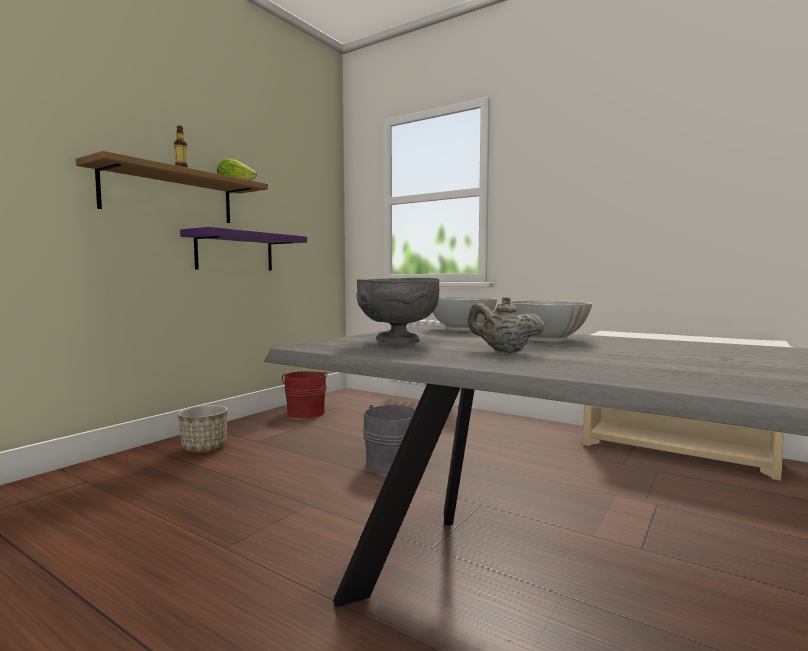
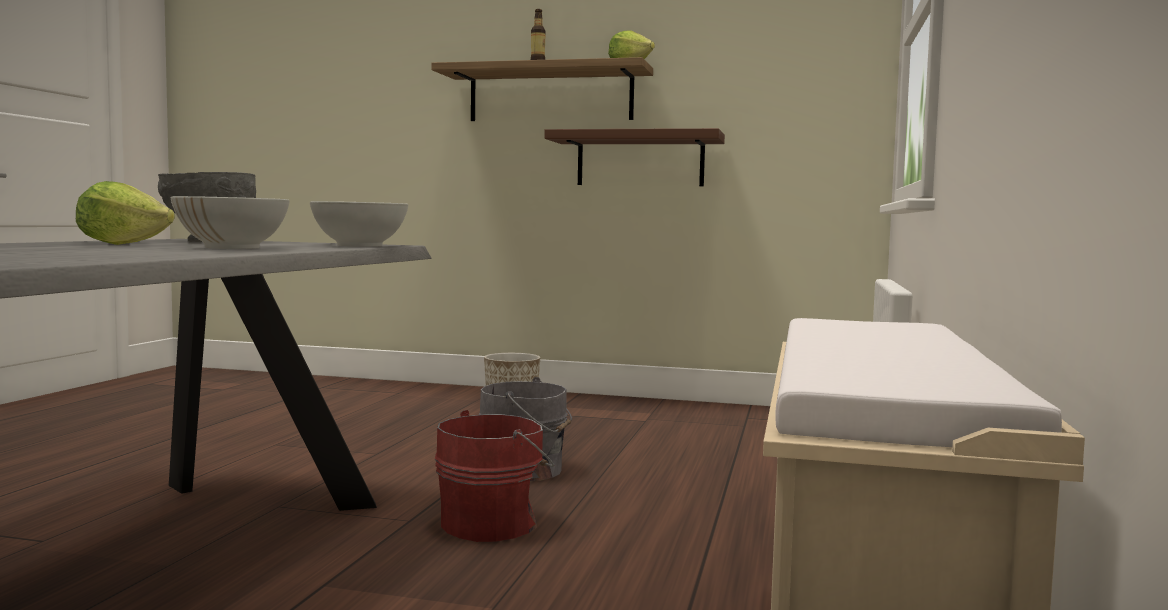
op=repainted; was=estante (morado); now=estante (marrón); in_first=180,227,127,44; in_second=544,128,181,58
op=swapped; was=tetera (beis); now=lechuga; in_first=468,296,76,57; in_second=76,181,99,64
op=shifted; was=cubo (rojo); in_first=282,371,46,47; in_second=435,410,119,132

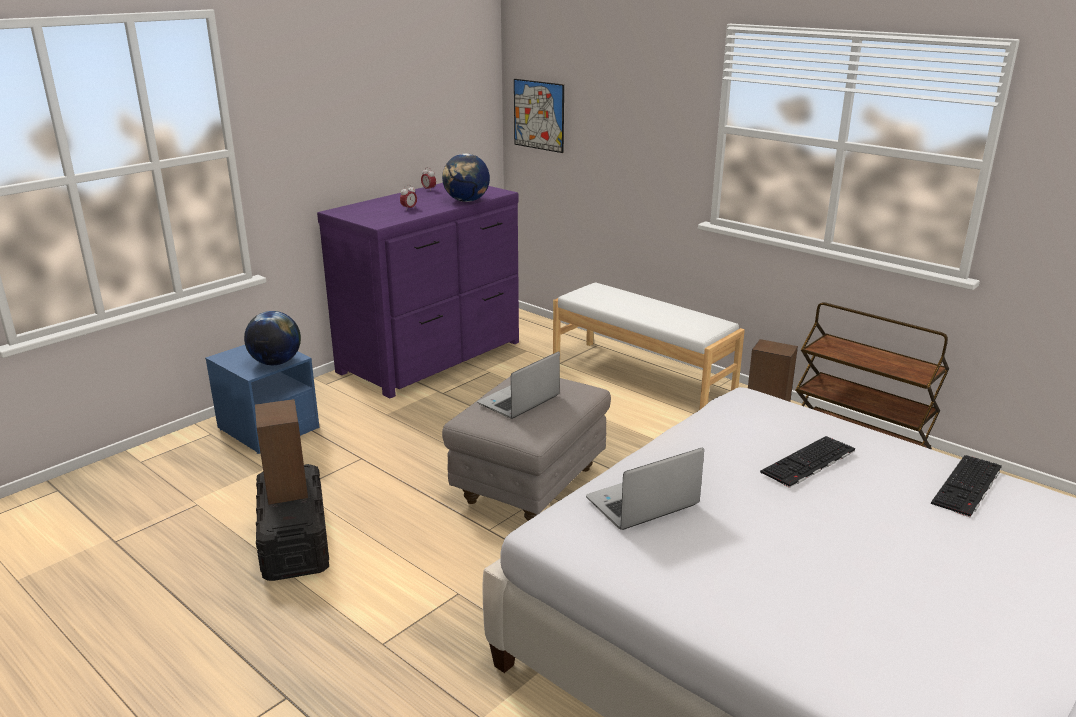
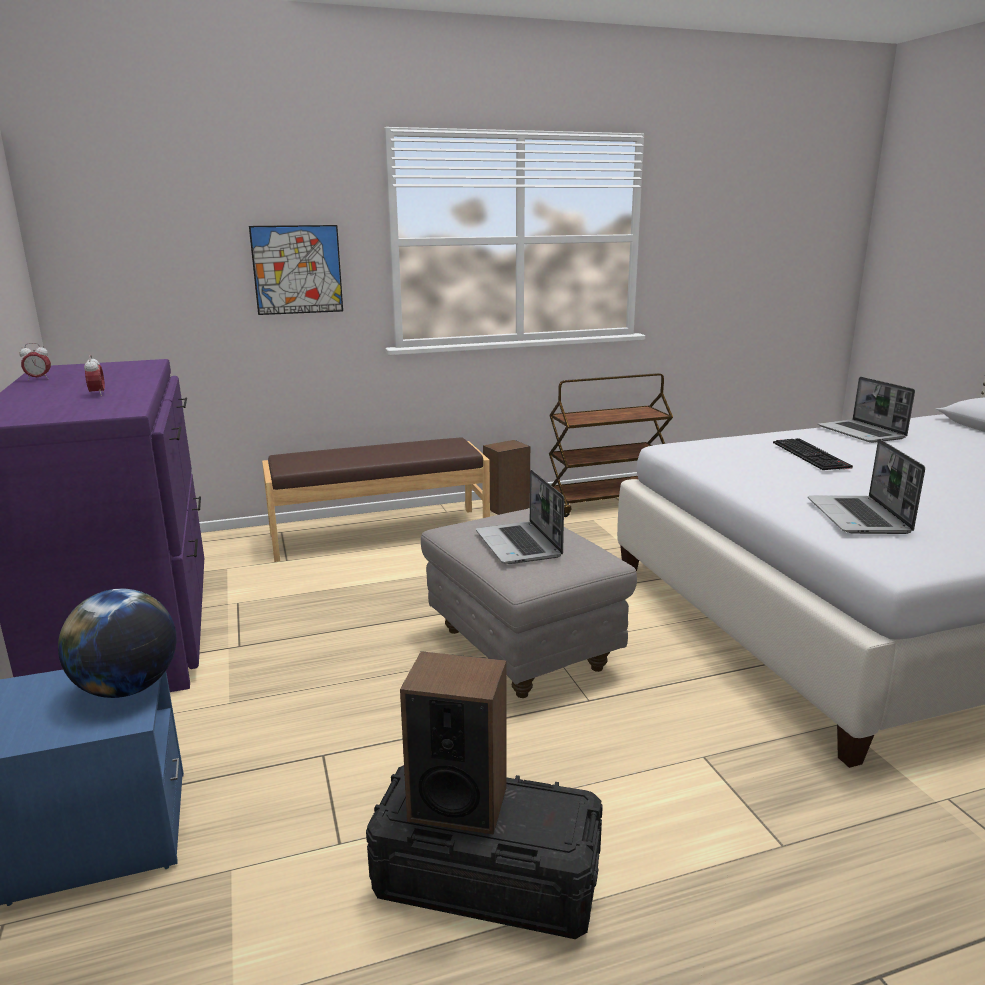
op=shifted; was=cuadro; in_first=514,79,50,74; in_second=249,225,94,90
op=gone; was=globo terráqueo; in_first=442,153,48,49
op=repainted; was=banco (blanco); now=banco (marrón); in_first=553,282,192,128; in_second=262,437,228,125
op=swapped; was=teclado; now=portátil; in_first=931,455,71,62; in_second=818,377,97,66

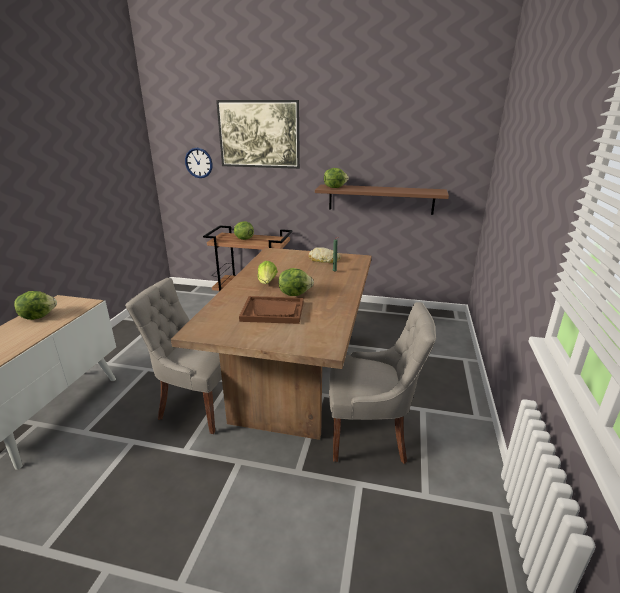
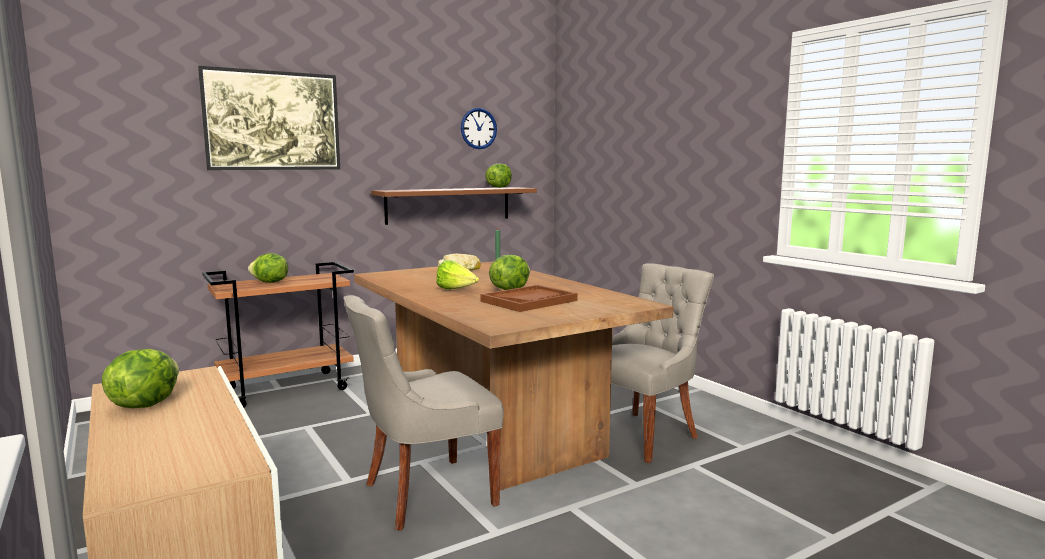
op=shifted; was=reloj de pared; in_first=185,148,28,30; in_second=461,108,36,41
op=shifted; was=lechuga; in_first=324,168,25,20; in_second=485,163,27,25

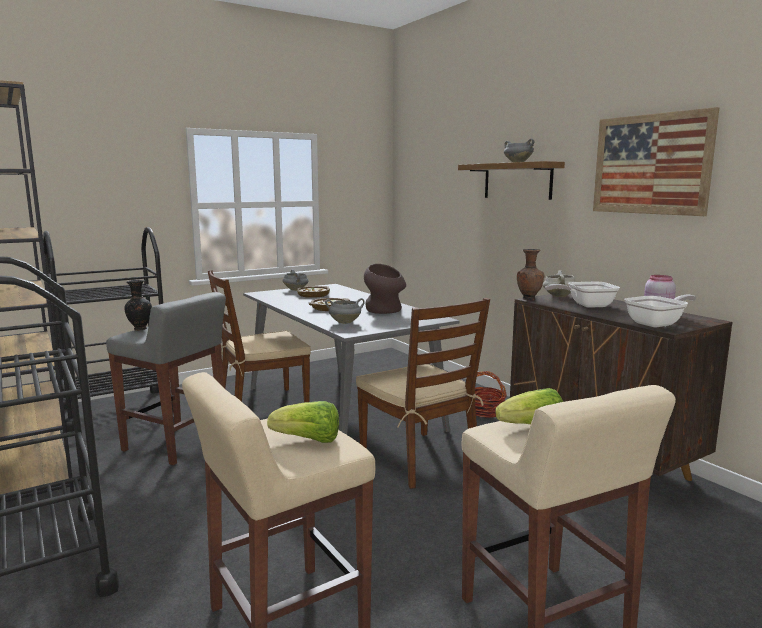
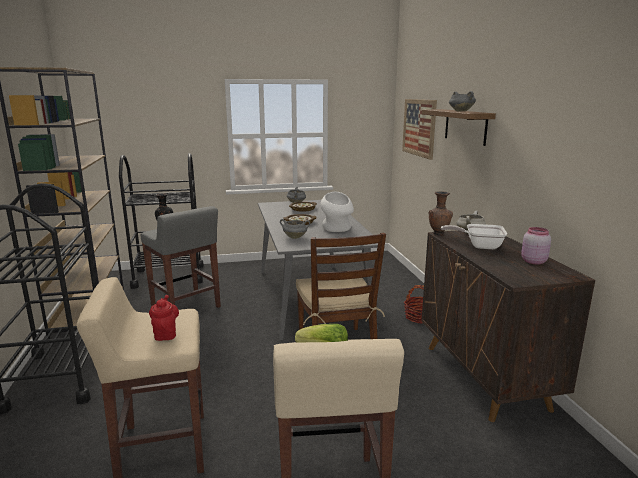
op=shifted; was=cuadro; in_first=593,107,126,109; in_second=402,99,35,61
op=repainted; was=florero (marrón); now=florero (blanco); in_first=364,264,42,50; in_second=320,192,34,40
op=gone; was=silla (marrón); in_first=208,270,103,132
op=gone; was=sartén; in_first=624,294,73,33
op=swapped; was=lechuga; now=tetera (rojo); in_first=267,401,72,42; in_second=149,295,30,46

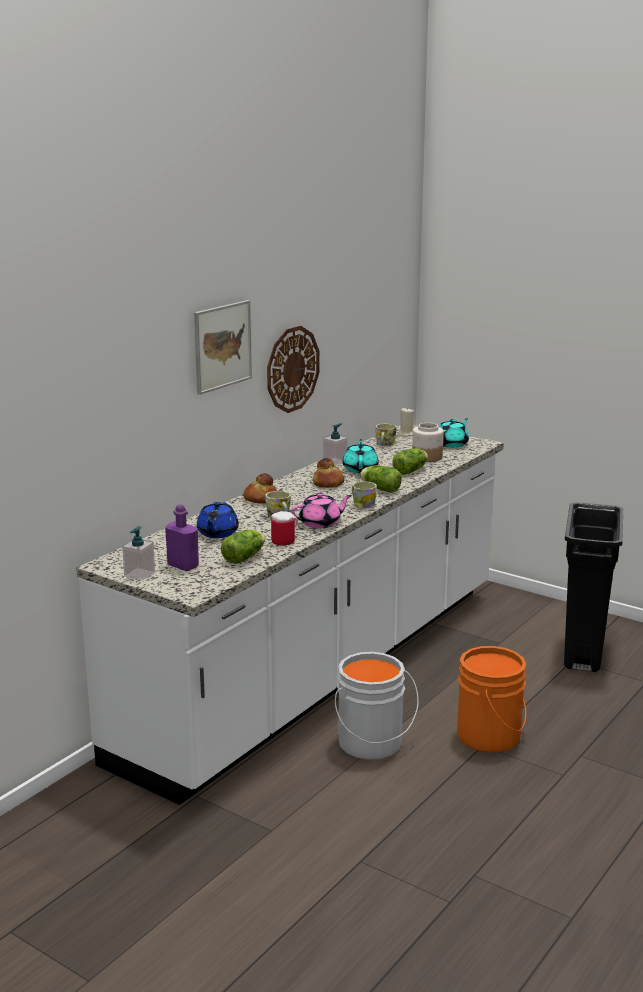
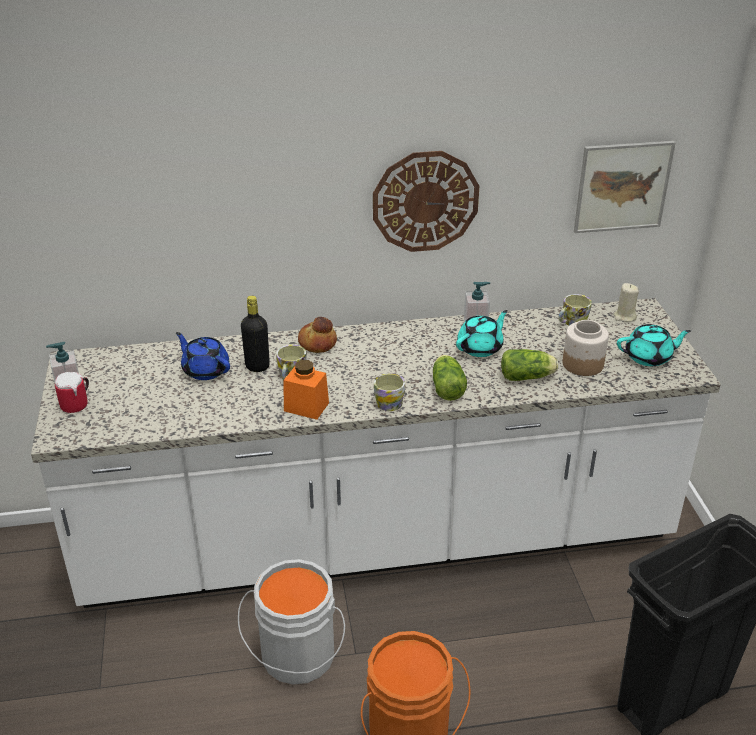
op=shifted; was=cuadro; in_first=194,300,58,95; in_second=574,141,102,92
op=gone; was=pan; in_first=313,458,32,30
op=swapped; was=tetera (rosa); now=tarro (naranja); in_first=291,493,61,35; in_second=283,360,46,60
op=rotated; was=tetera (azul); in_first=197,502,42,36; in_second=176,332,54,48; clockwise=75
op=gone; was=botella (morado); in_first=165,504,34,67
op=shifted; was=taza grande; in_first=271,511,27,35; in_second=55,372,34,41
op=gone; was=lechuga; in_first=221,530,44,34
op=new; now=botella (negro); in_second=241,296,29,76

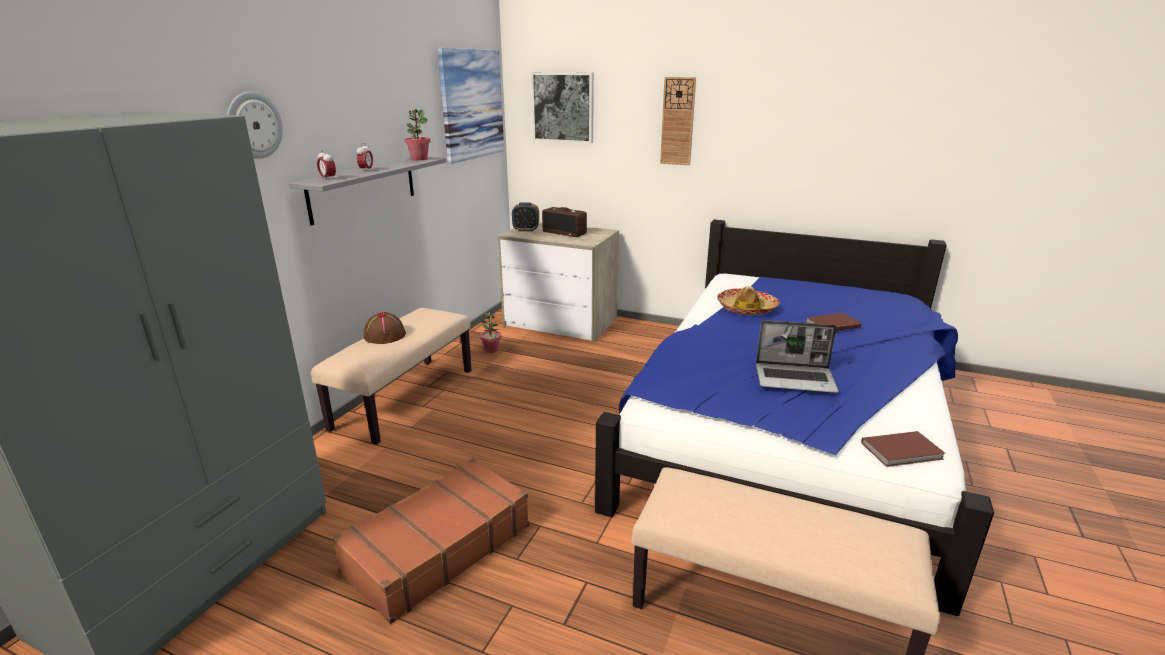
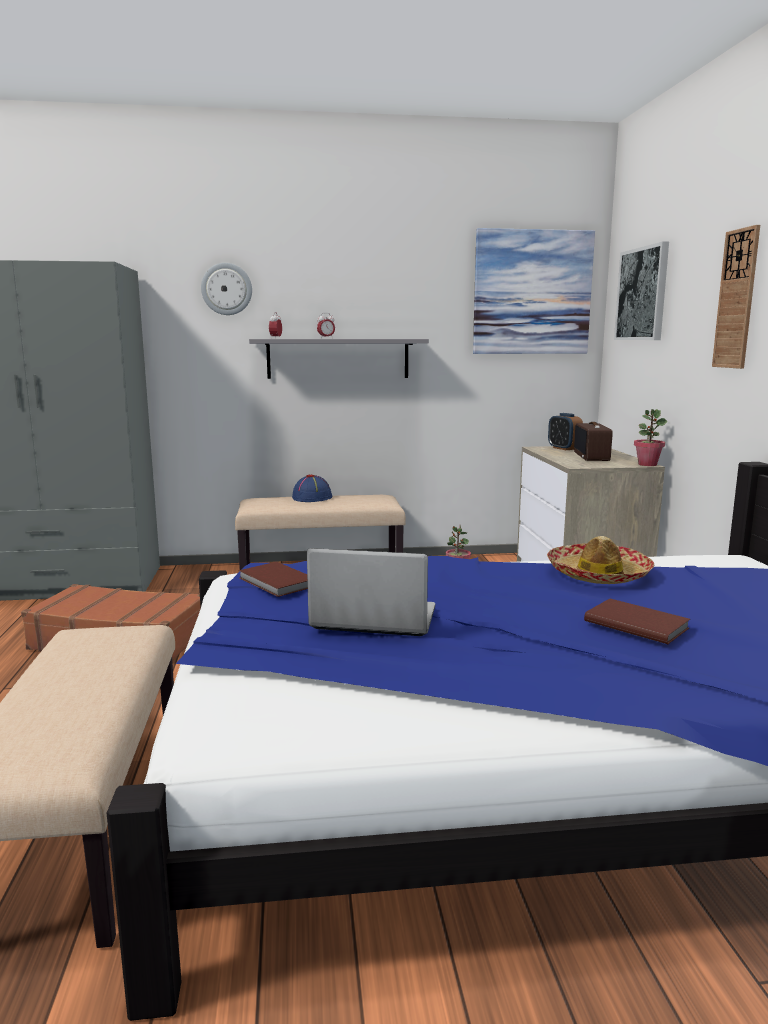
op=shifted; was=planta en maceta; in_first=405,109,26,51; in_second=634,409,34,57
op=repainted; was=sombrero (marrón); now=sombrero (azul); in_first=364,312,42,32; in_second=292,474,41,28
op=rotated; was=portátil; in_first=756,320,83,73; in_second=307,548,128,88; clockwise=120
op=shifted; was=libro (marrón); in_first=861,431,85,36; in_second=239,562,69,35

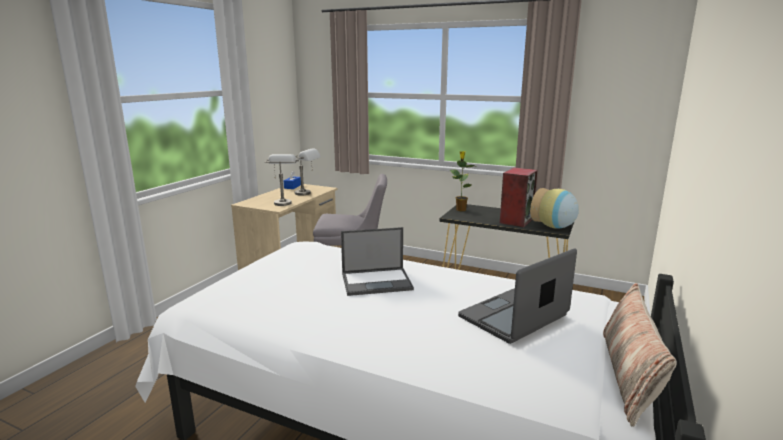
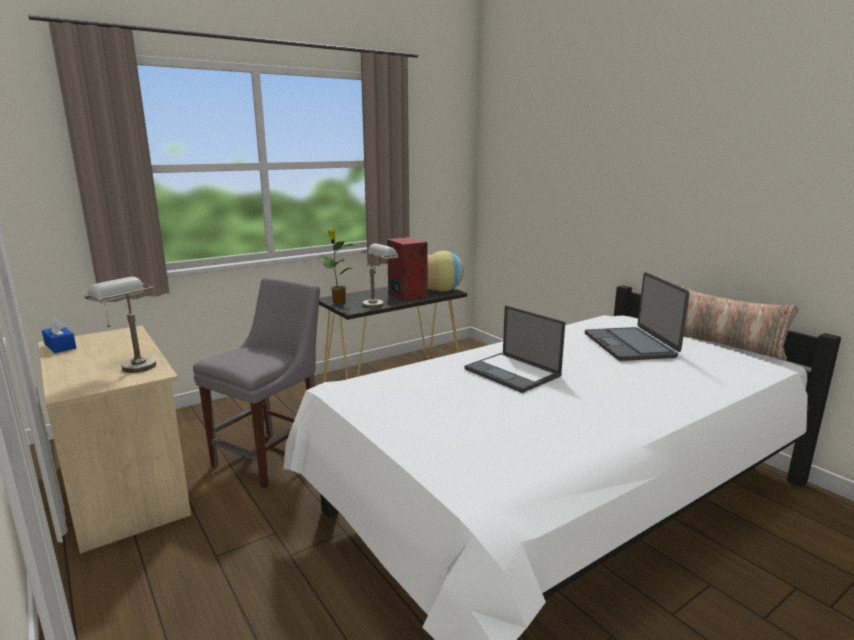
op=shifted; was=lámpara de mesa (gris); in_first=295,148,26,47; in_second=361,244,37,64
op=rotated; was=portátil; in_first=341,227,73,69; in_second=464,305,101,88; clockwise=120

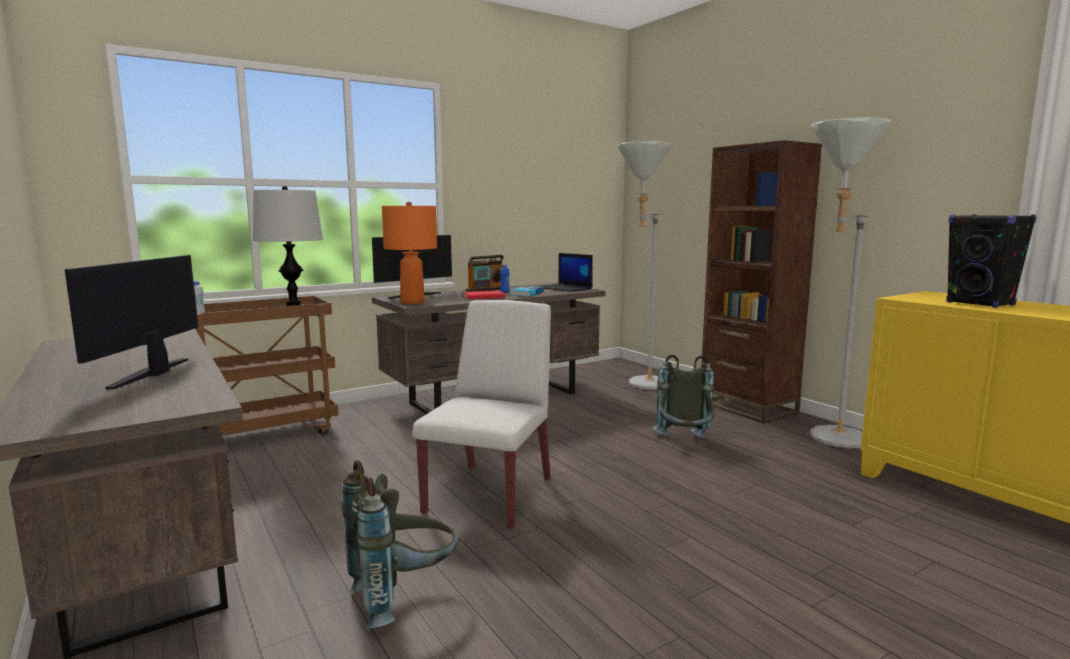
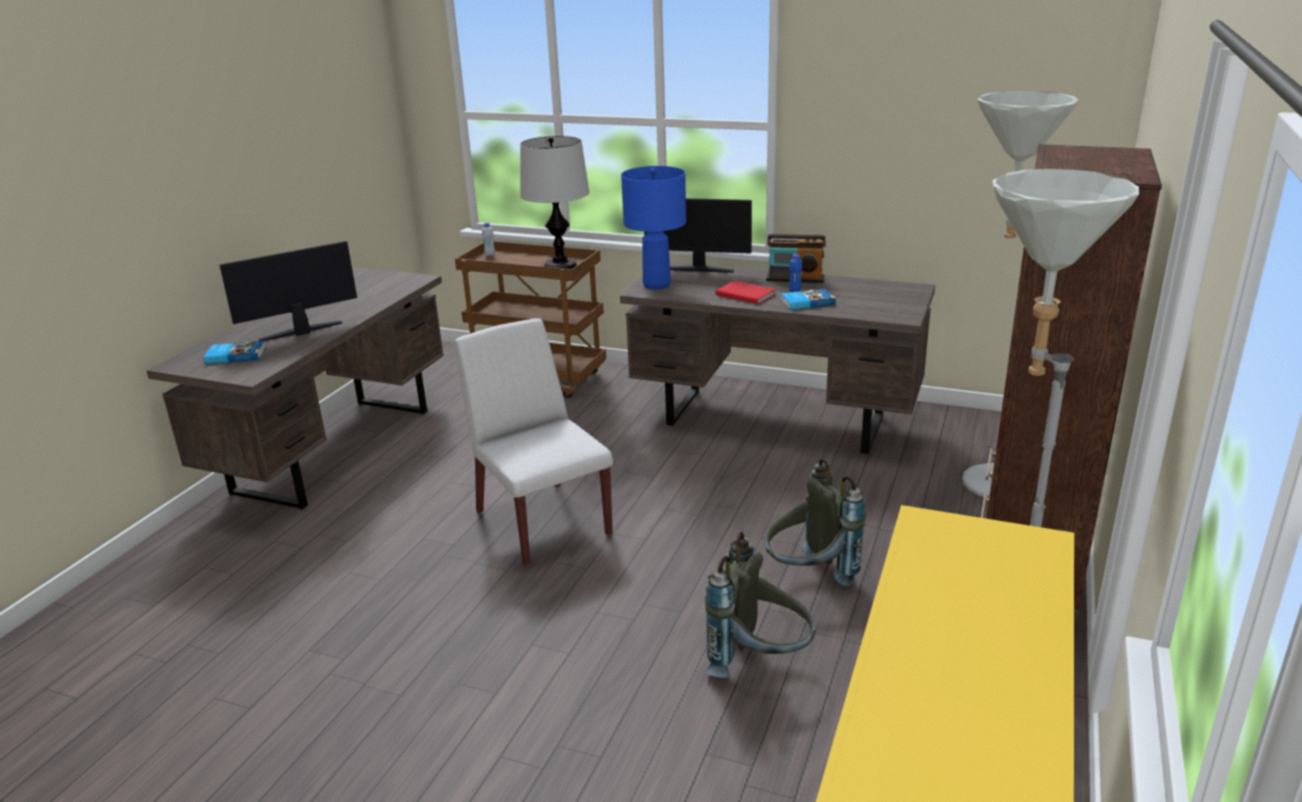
op=repainted; was=lámpara de mesa (naranja); now=lámpara de mesa (azul); in_first=382,202,55,102; in_second=621,166,65,123
op=gone; was=altavoz (negro); in_first=946,214,91,94
op=gone; was=portátil; in_first=538,253,55,39
op=rotated; was=silla (blanco); in_first=413,300,138,230; in_second=455,318,158,248; clockwise=-105
op=shifted; was=mochila (gris); in_first=341,460,117,168; in_second=705,532,111,146
op=new; now=libro; in_second=204,341,62,23

